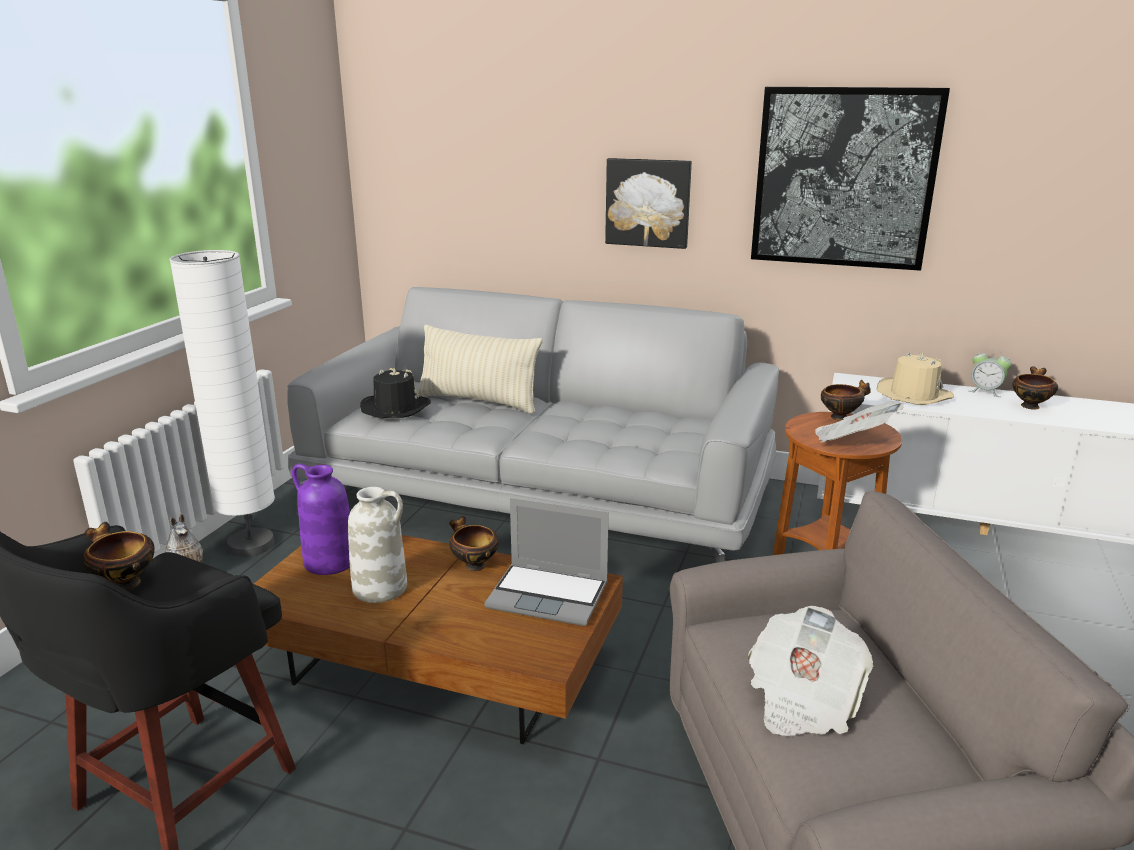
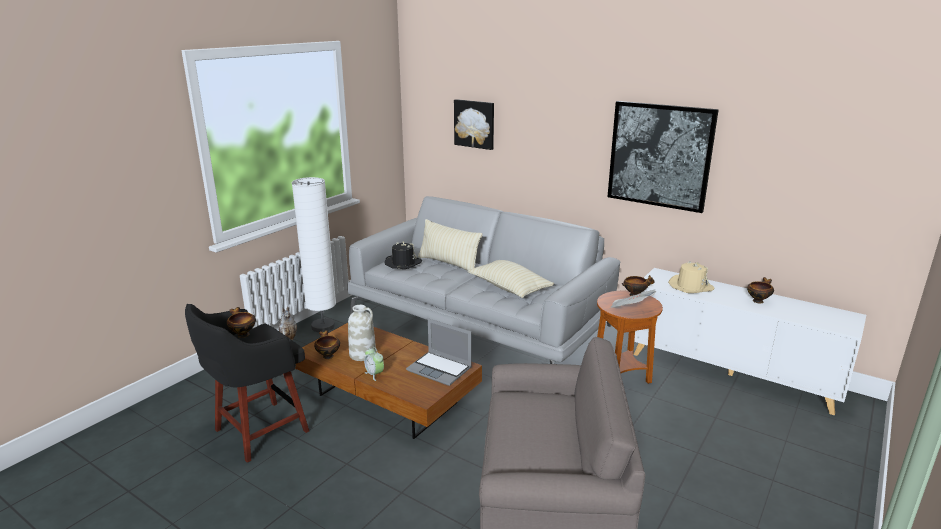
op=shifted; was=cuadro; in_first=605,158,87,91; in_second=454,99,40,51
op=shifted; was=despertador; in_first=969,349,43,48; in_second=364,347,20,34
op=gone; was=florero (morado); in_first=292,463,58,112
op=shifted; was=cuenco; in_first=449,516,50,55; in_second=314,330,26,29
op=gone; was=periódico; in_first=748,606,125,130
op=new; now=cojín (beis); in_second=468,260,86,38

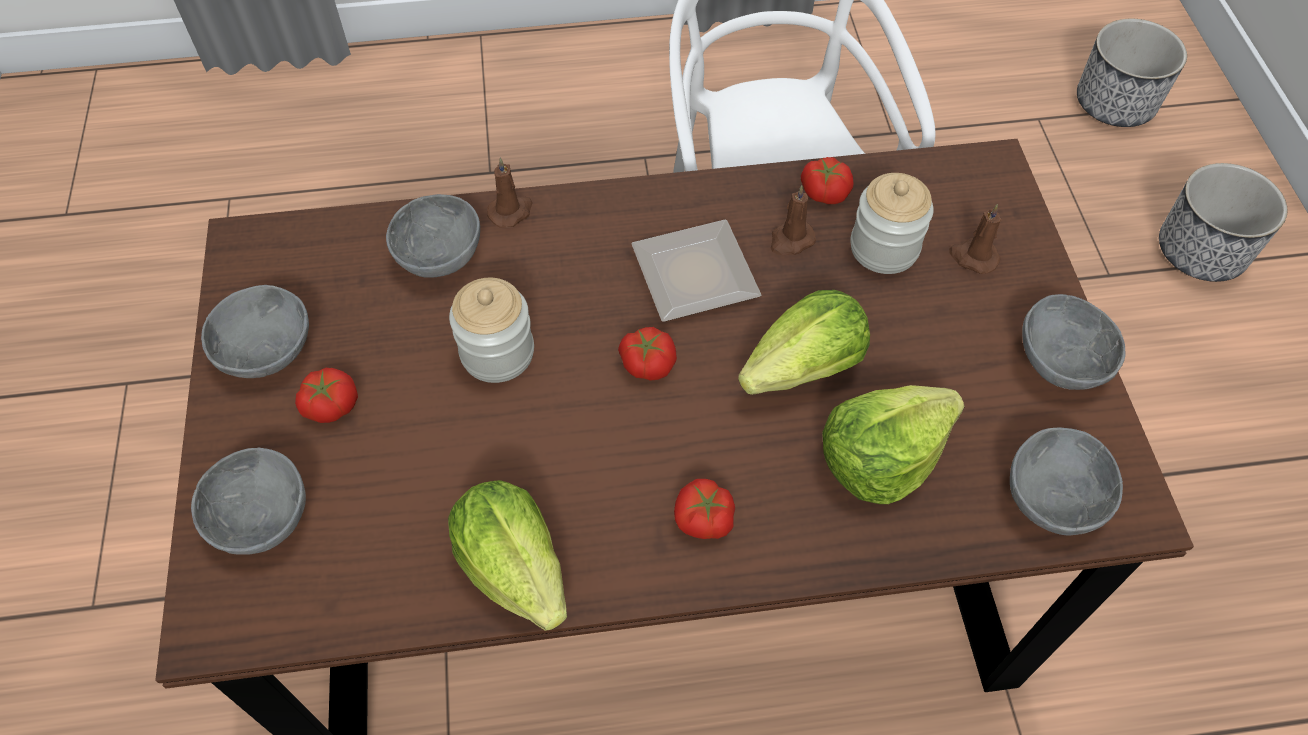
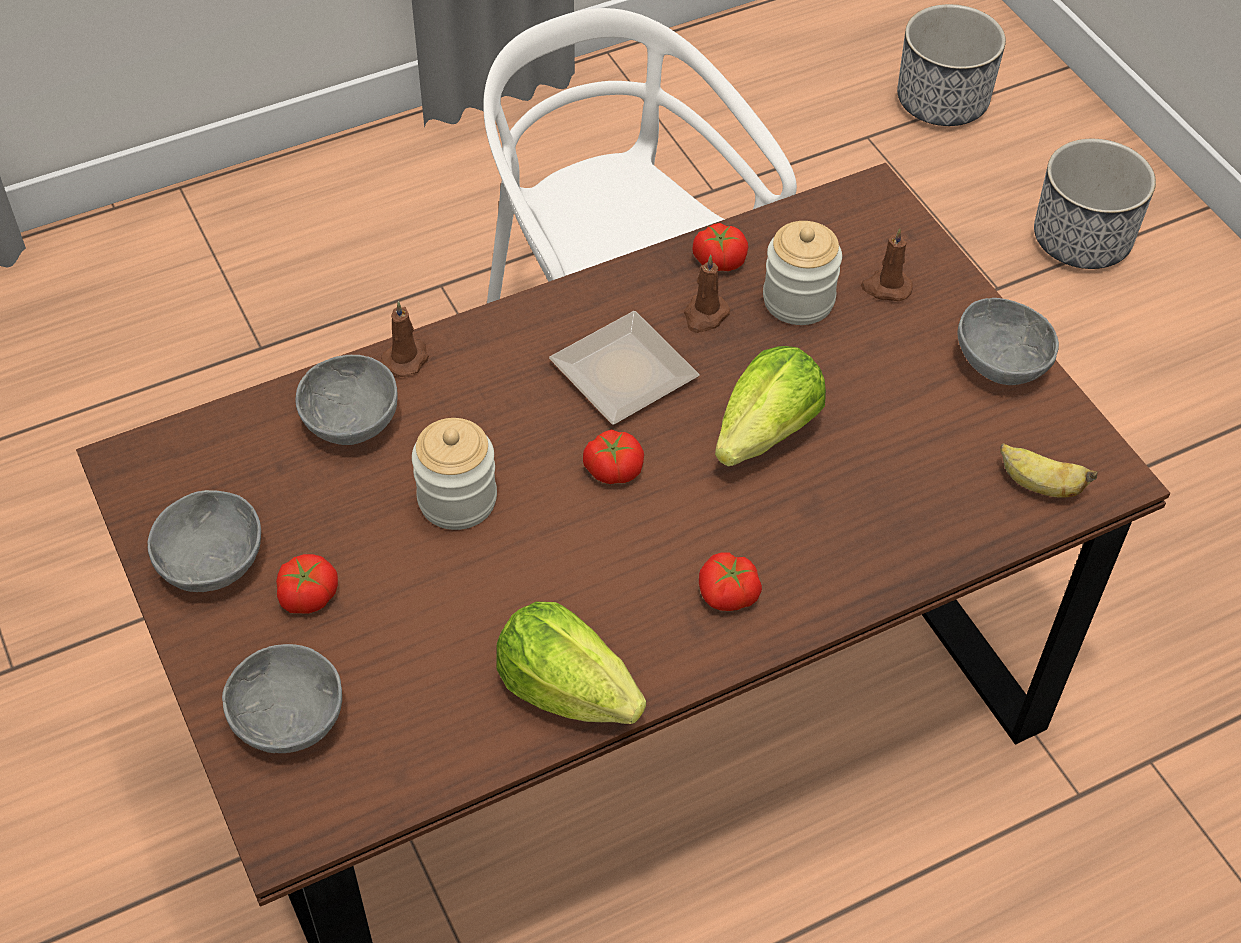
op=gone; was=lechuga; in_first=822,385,143,119
op=swapped; was=cuenco (gris); now=plátano; in_first=1010,428,113,107; in_second=1000,443,97,55

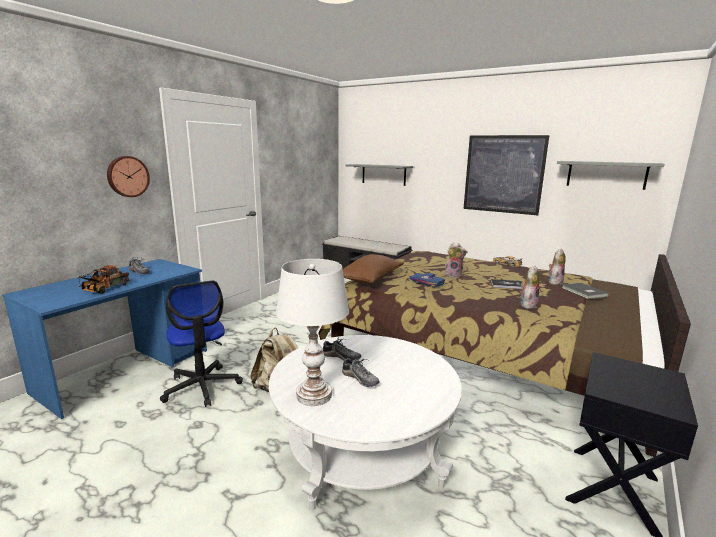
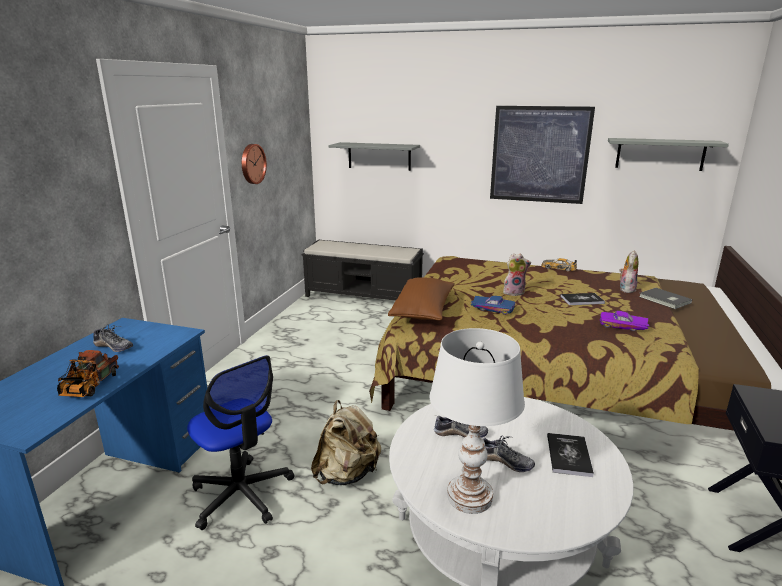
op=shifted; was=reloj de pared; in_first=107,156,43,41; in_second=242,144,25,40
op=swapped; was=peluche; now=coche de juguete (morado); in_first=520,266,20,43; in_second=600,311,50,20
op=new; now=libro; in_second=547,433,47,44

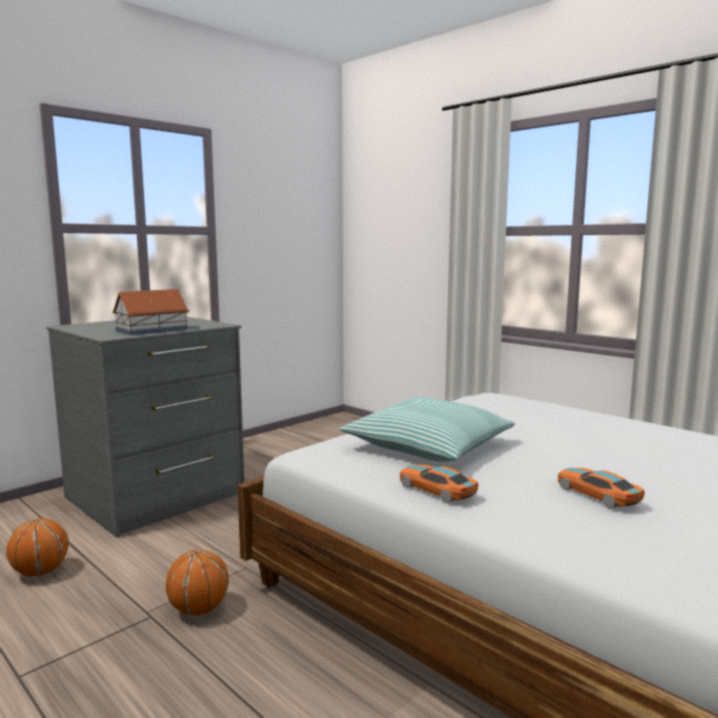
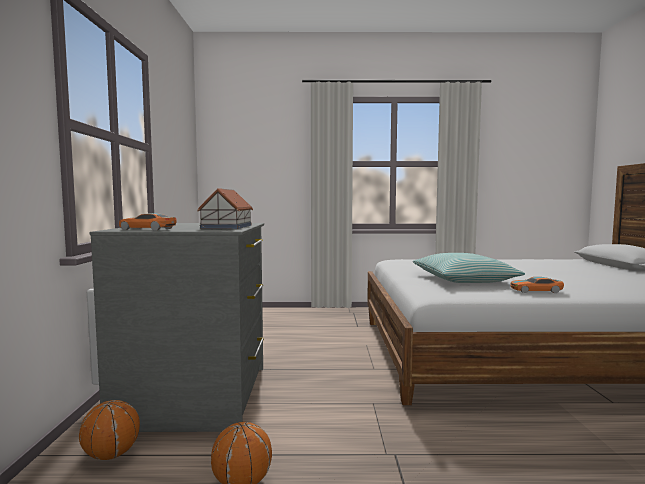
op=shifted; was=coche de juguete; in_first=558,468,87,41; in_second=119,213,58,17
op=shifted; was=balón de baloncesto; in_first=166,549,63,66; in_second=79,400,61,60

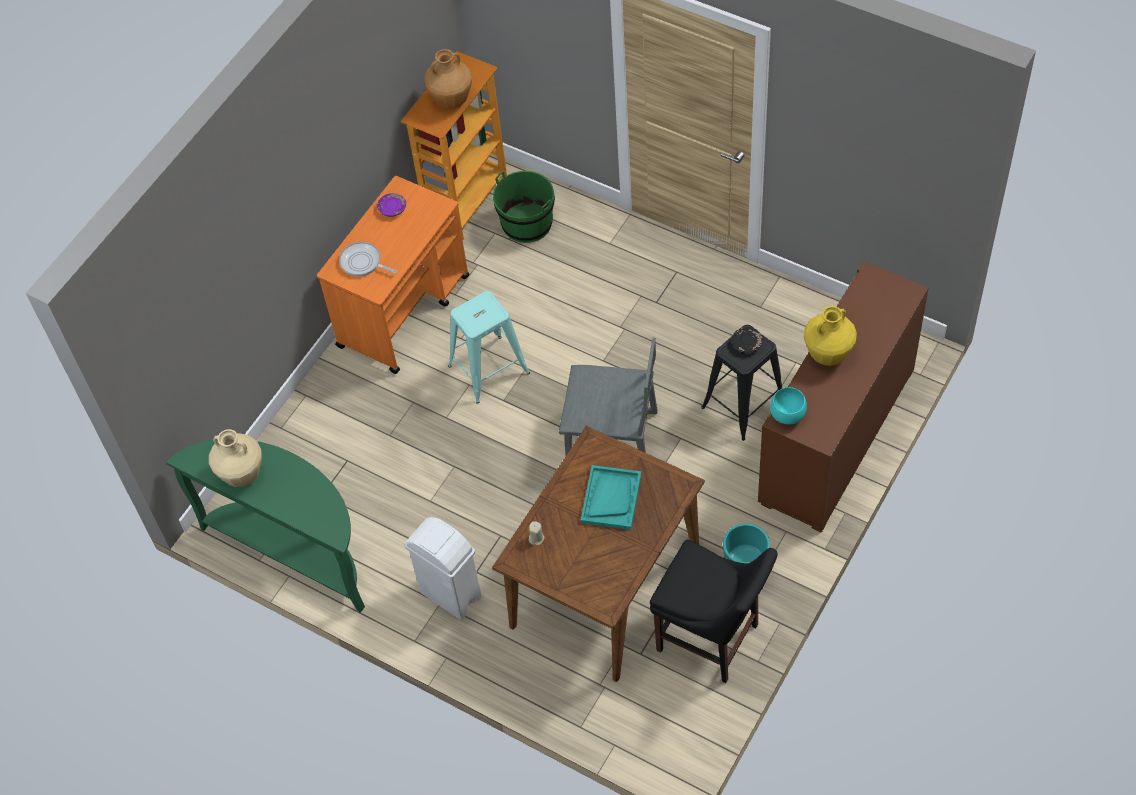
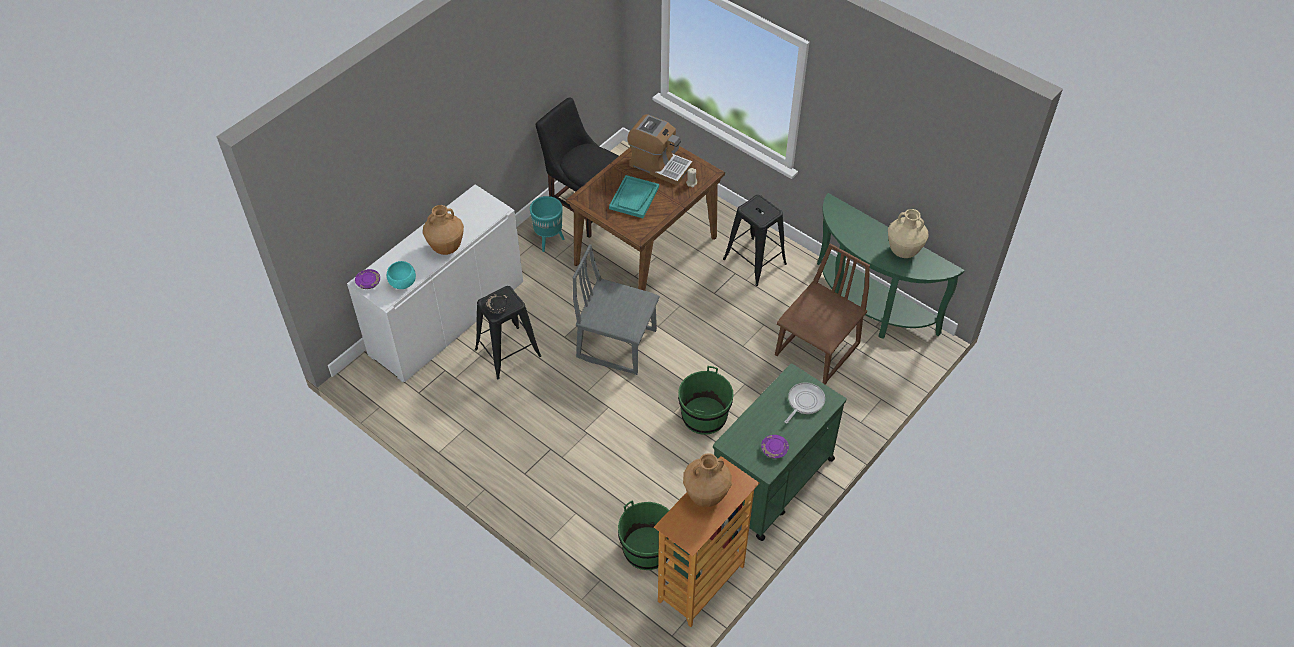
op=repainted; was=carrito (naranja); now=carrito (verde); in_first=317,176,153,198; in_second=713,364,133,177
op=rotated; was=sartén; in_first=339,242,58,35; in_second=785,382,40,41; clockwise=-90
op=repainted; was=armario (marrón); now=armario (blanco); in_first=758,261,171,272; in_second=347,185,176,198
op=swapped; was=taburete (turquesa); now=cubo (verde); in_first=448,291,82,113; in_second=678,366,55,69
op=repainted; was=florero (amarillo); now=florero (marrón); in_first=804,306,53,60; in_second=423,205,41,50
op=shifted; was=cuenco (turquesa); in_first=770,387,37,37; in_second=387,261,29,28
op=swapped; was=papelera (blanco); now=taburete (negro); in_first=404,517,78,103; in_second=723,195,64,91
op=new; now=cafetera; in_second=627,114,66,72
op=new; now=silla (marrón); in_second=775,243,95,141
op=new; now=plato (morado); in_second=355,269,25,20

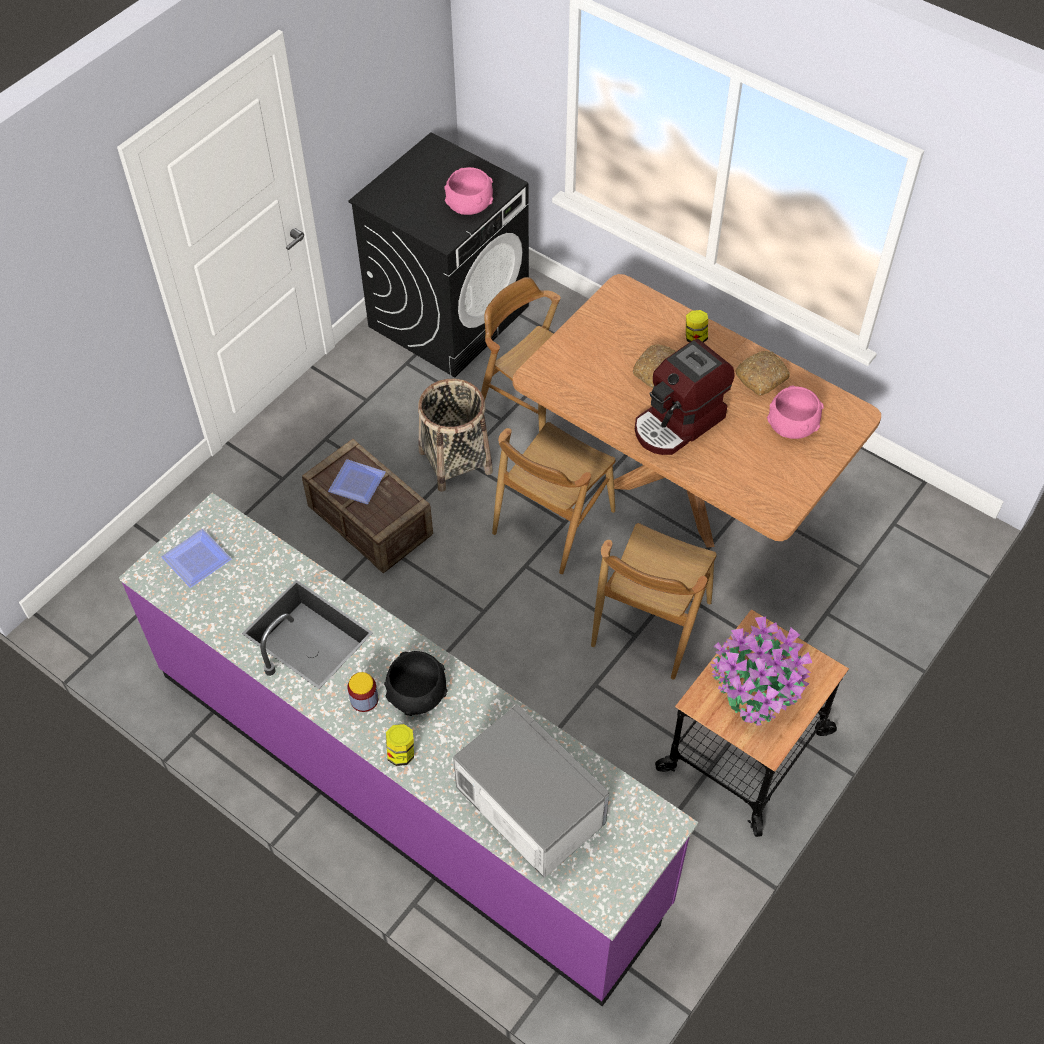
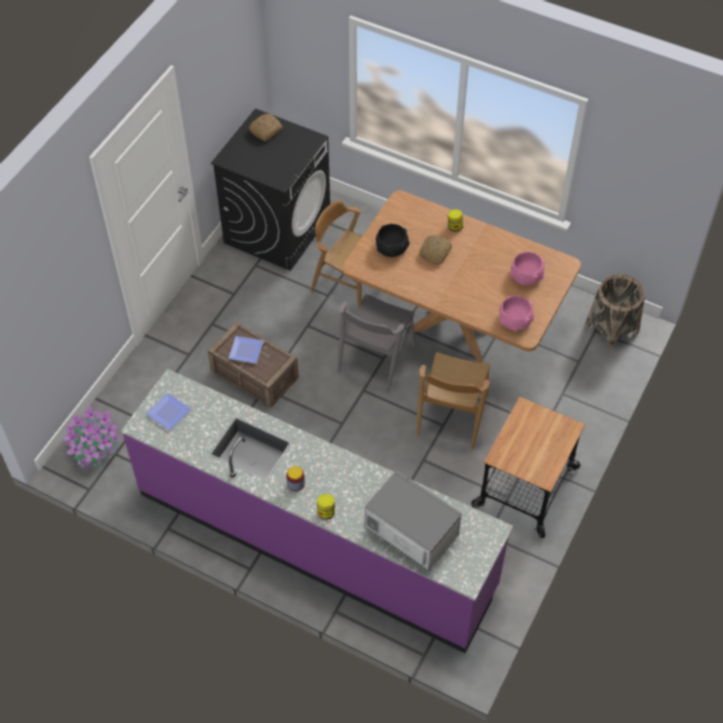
op=shifted; was=cuenco (rosa); in_first=444,167,49,48; in_second=499,296,35,35
op=gone; was=cafetera; in_first=635,339,100,116
op=shifted; was=pan; in_first=735,351,55,45; in_second=249,114,34,27
op=shifted; was=cesta; in_first=418,379,75,113; in_second=585,274,60,76
op=repainted; was=silla (marrón); now=silla (gris); in_first=492,422,124,152; in_second=337,294,78,98
op=shifted; was=planta en maceta; in_first=711,617,101,108; in_second=64,407,56,61
op=shifted; was=cuenco (negro); in_first=384,651,63,65; in_second=376,224,34,33

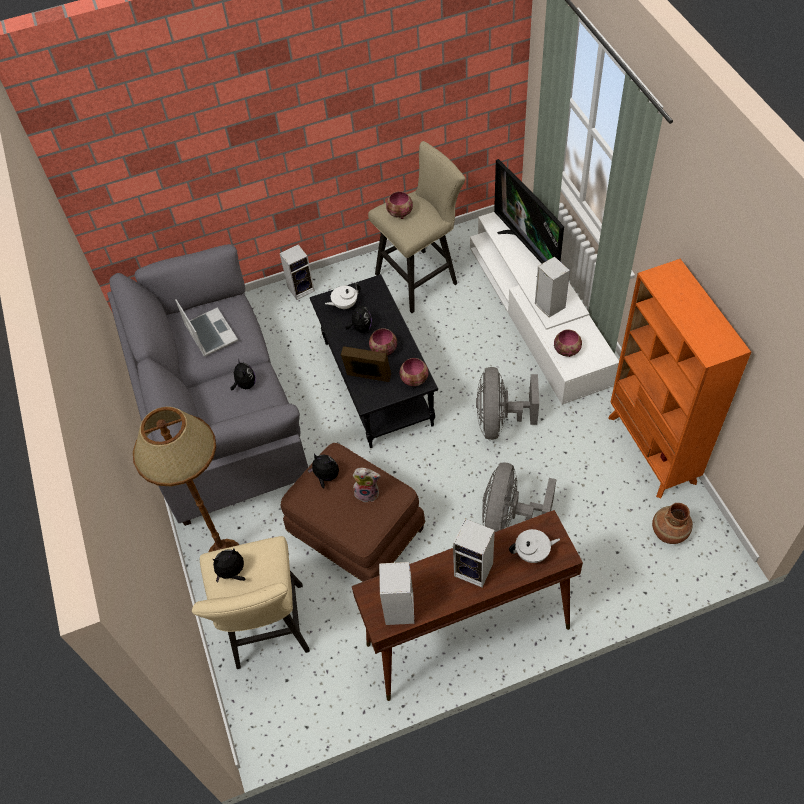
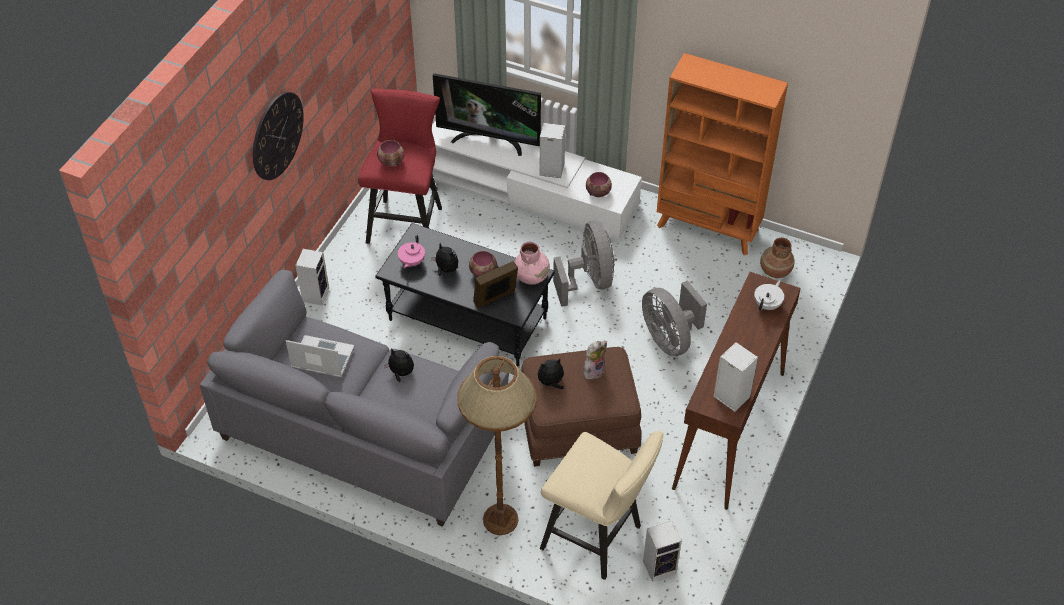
op=repainted; was=taburete (beis); now=taburete (rojo); in_first=368,141,97,172; in_second=358,89,84,155
op=repainted; was=tetera (blanco); now=tetera (rosa); in_first=325,283,36,26; in_second=398,235,27,33
op=swapped; was=cuenco; now=florero (rosa); in_first=399,358,30,28; in_second=514,242,36,43
op=rotated; was=ventilador (gris); in_first=476,367,63,73; in_second=553,221,62,86; clockwise=-150
op=shifted; was=altavoz; in_first=453,519,42,69; in_second=643,521,39,61
op=gone; was=peluche; in_first=213,549,32,33
op=new; now=reloj de pared; in_second=253,92,51,88

